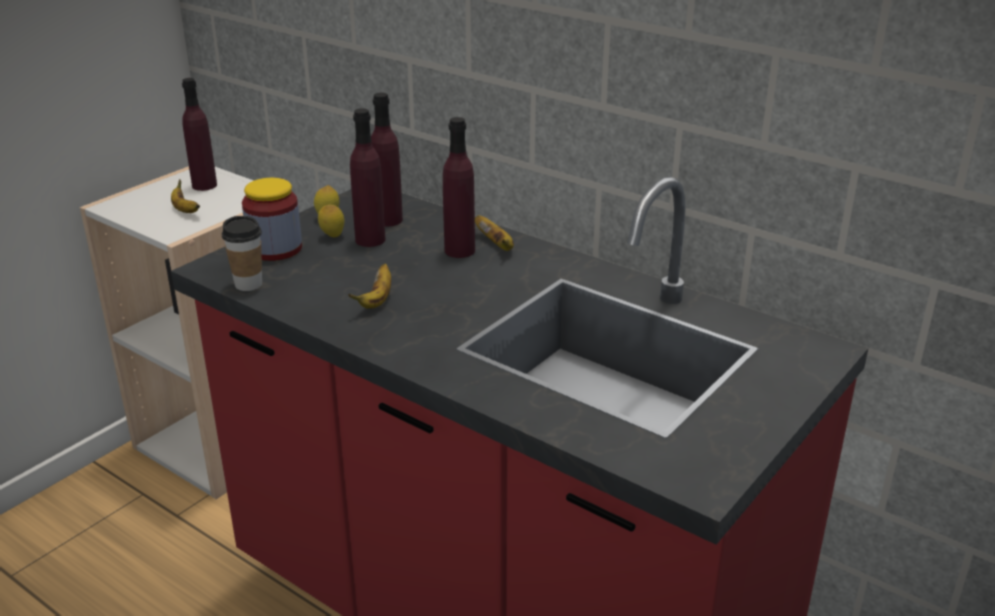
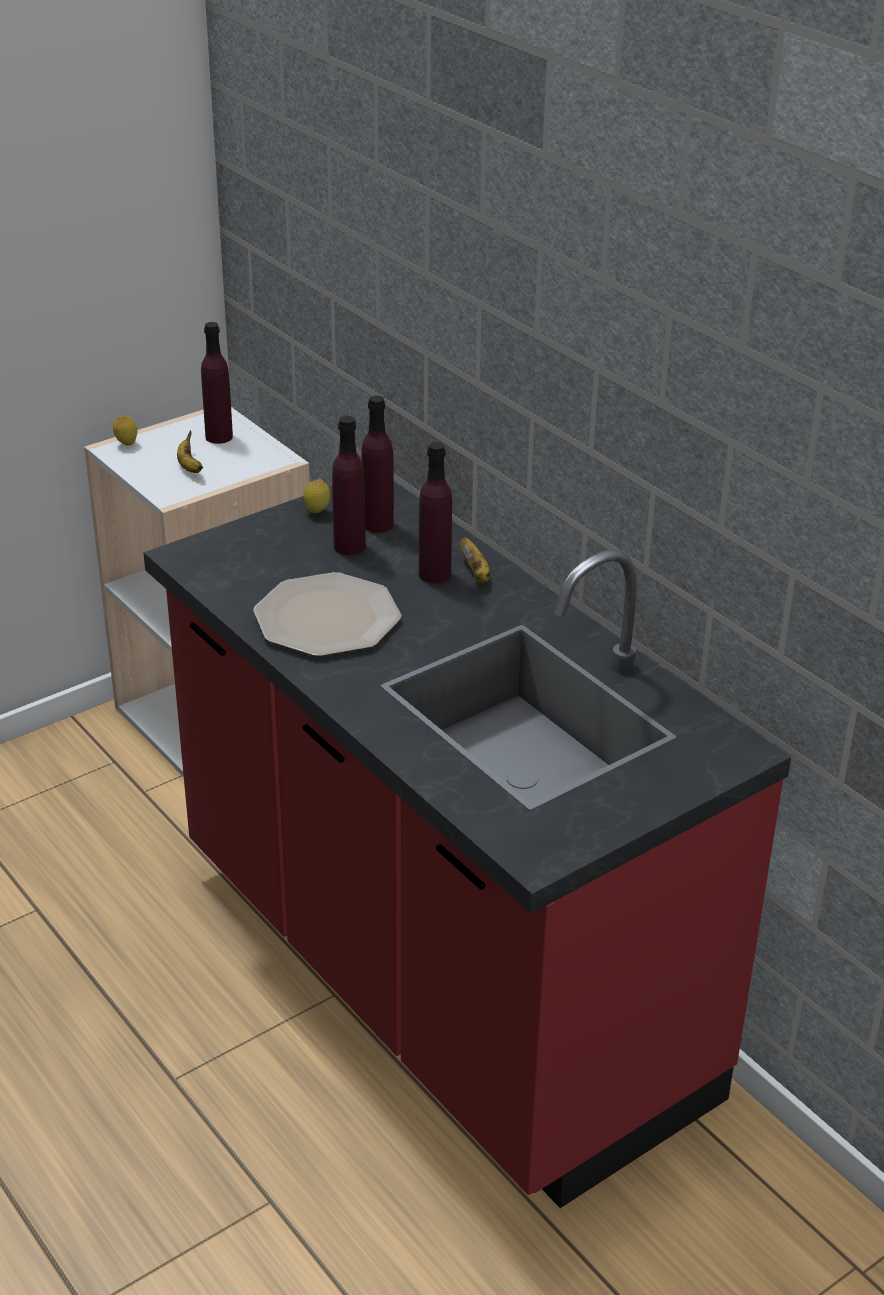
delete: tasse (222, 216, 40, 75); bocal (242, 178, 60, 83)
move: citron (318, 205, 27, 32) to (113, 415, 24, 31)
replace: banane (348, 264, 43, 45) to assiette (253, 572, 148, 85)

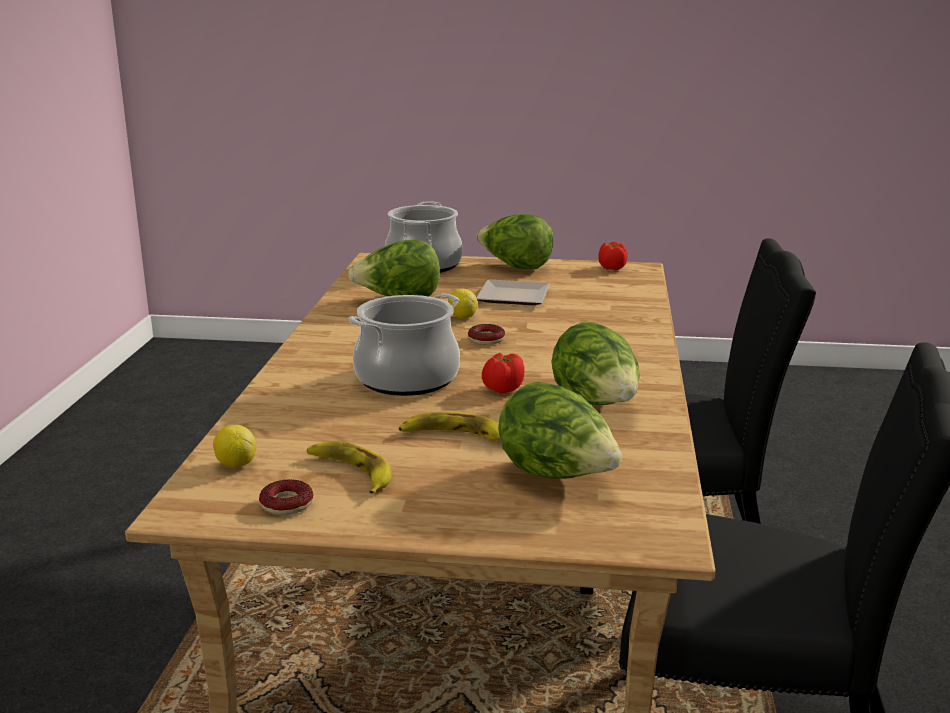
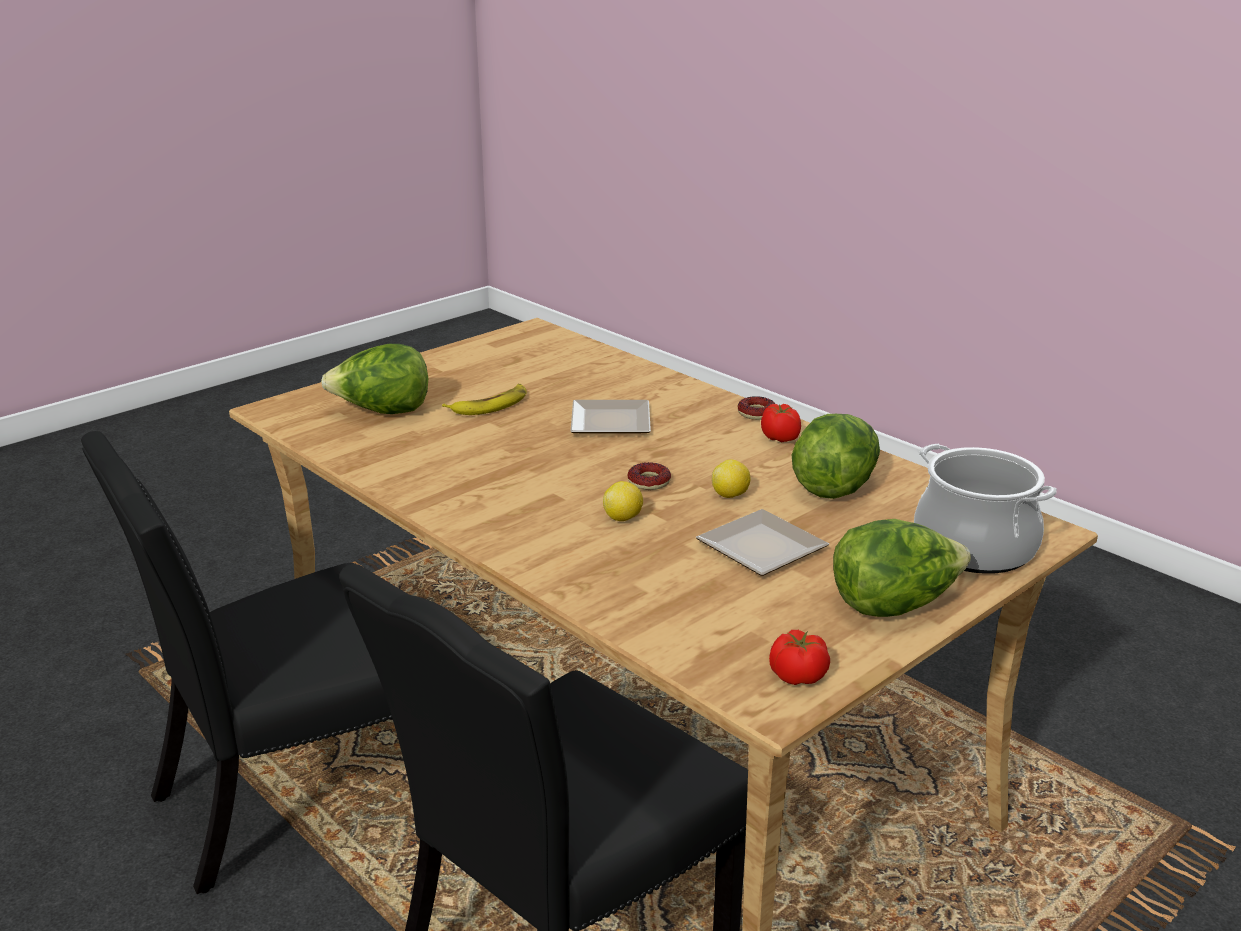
delete: banane (307, 441, 85, 53); laitue (551, 322, 88, 83)
move: citron (213, 425, 43, 43) to (603, 481, 40, 40); beignet (259, 479, 54, 36) to (738, 396, 37, 24); tomate (482, 353, 43, 40) to (761, 404, 40, 38)
replace: marmite (348, 293, 112, 103) to assiette (570, 400, 81, 34)

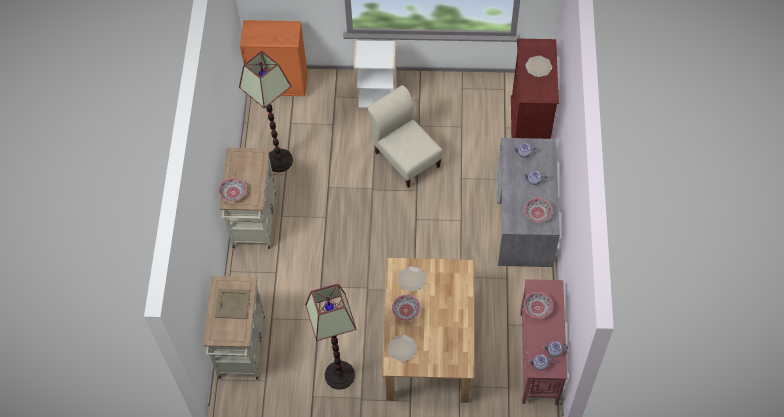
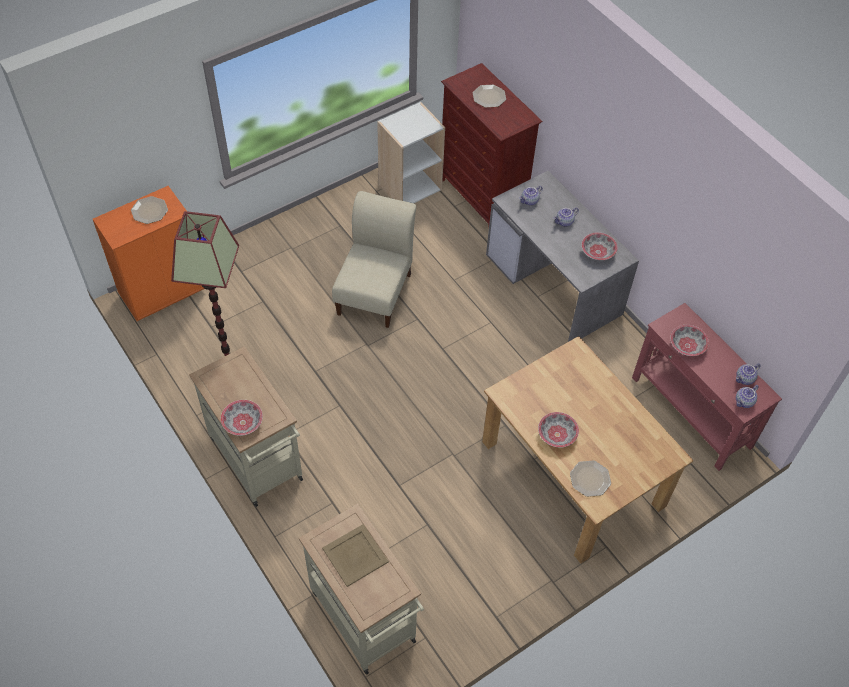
delete: lampadaire (305, 284, 52, 106)
move: assiette (398, 266, 28, 26) to (131, 196, 37, 28); bibliothèque (blanc) (354, 41, 43, 67) to (377, 102, 68, 101)
rotate: chaise (beige) (367, 85, 76, 103) = (332, 191, 84, 137) 90 degrees clockwise

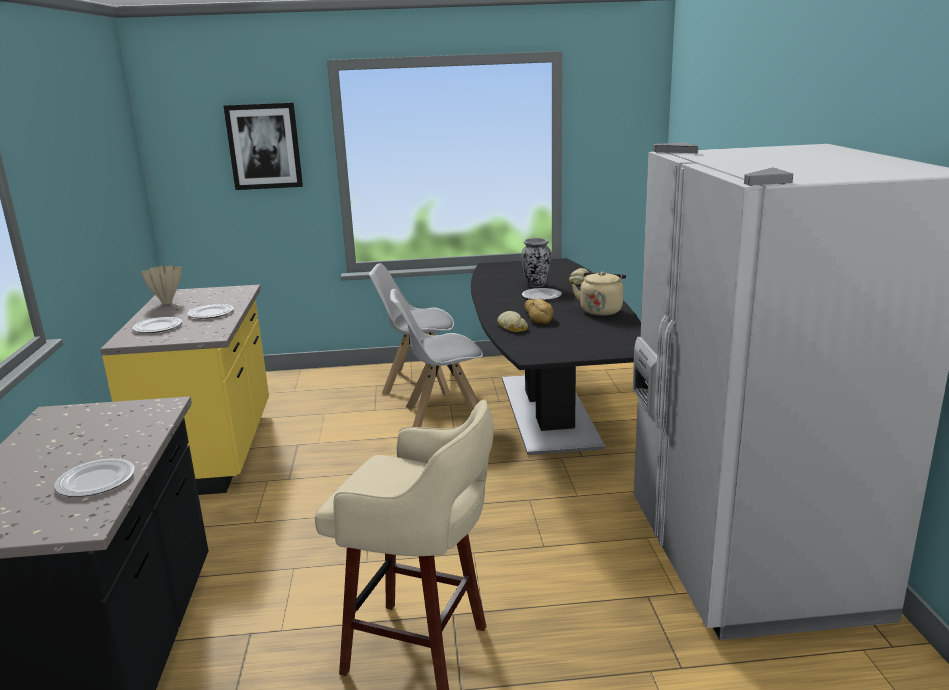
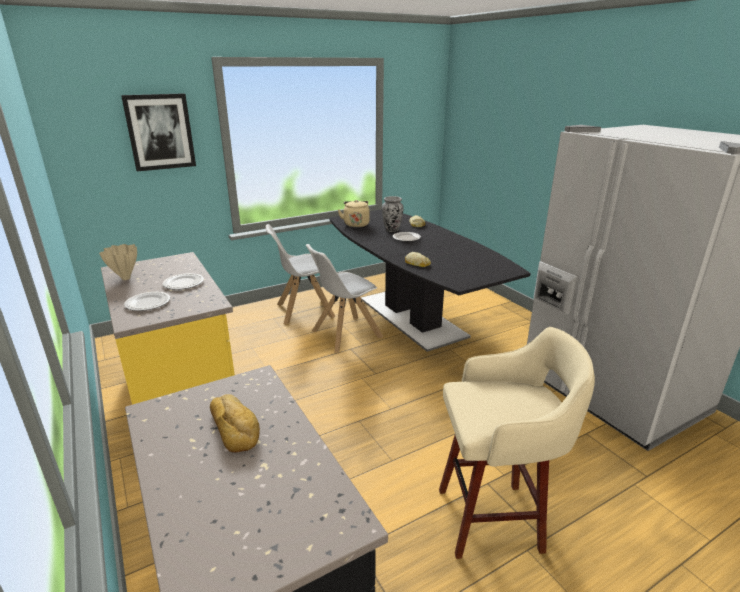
delete: assiette (54, 459, 81, 38)
move: pain (525, 298, 29, 26) to (210, 394, 50, 59); bouilloire (beige) (572, 272, 54, 44) to (338, 200, 32, 27)

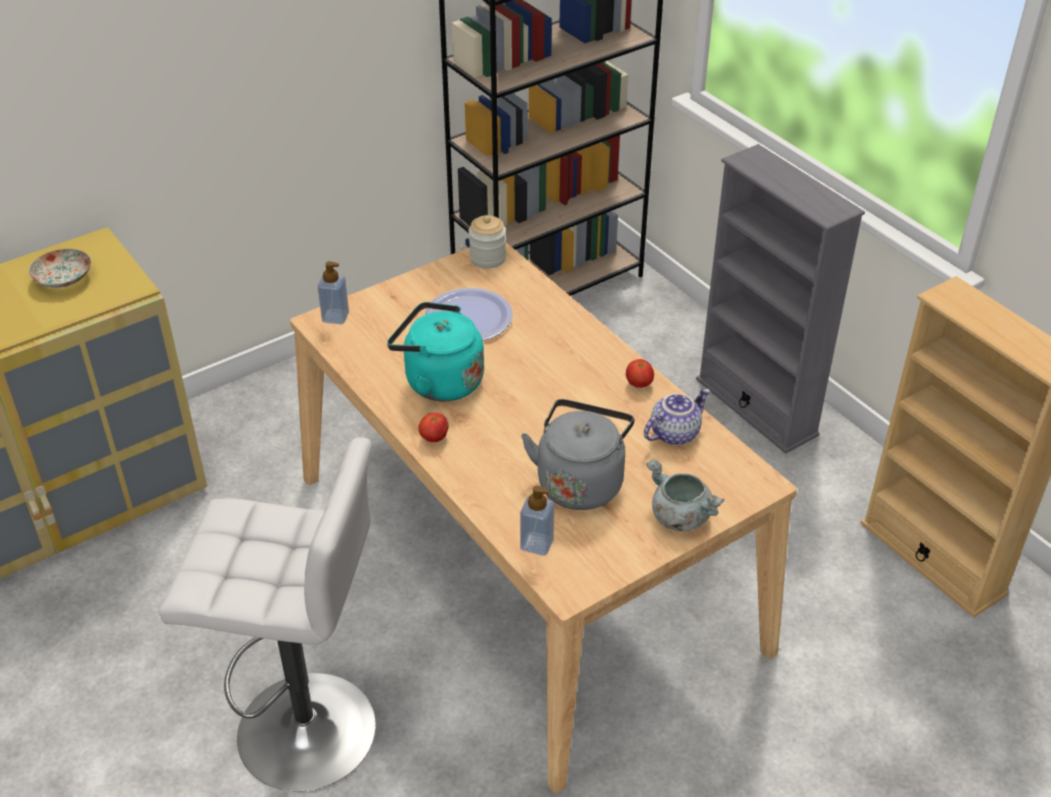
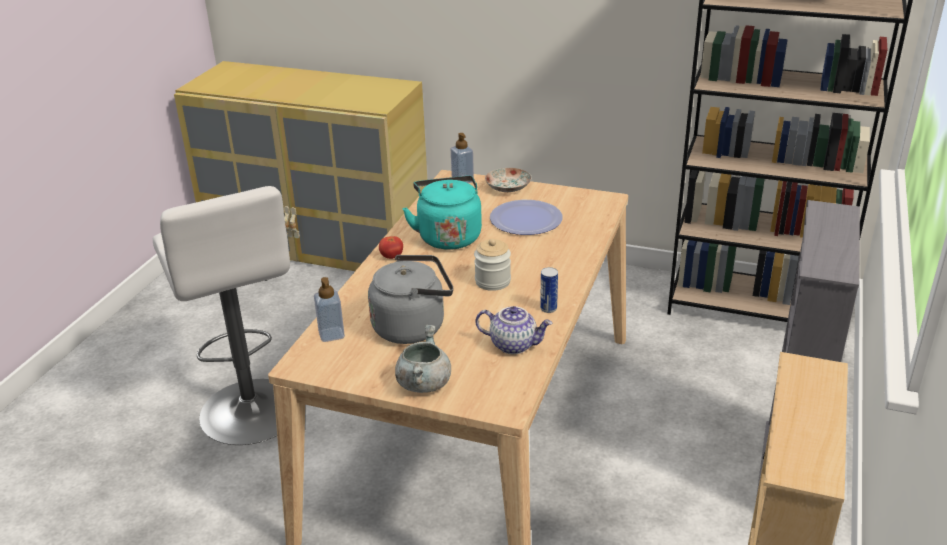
move: bocal (468, 215, 38, 54) to (474, 239, 37, 52); assiette (29, 249, 62, 39) to (485, 168, 46, 24)
replace: tomate (626, 359, 28, 29) to boîte métallique (540, 267, 18, 46)

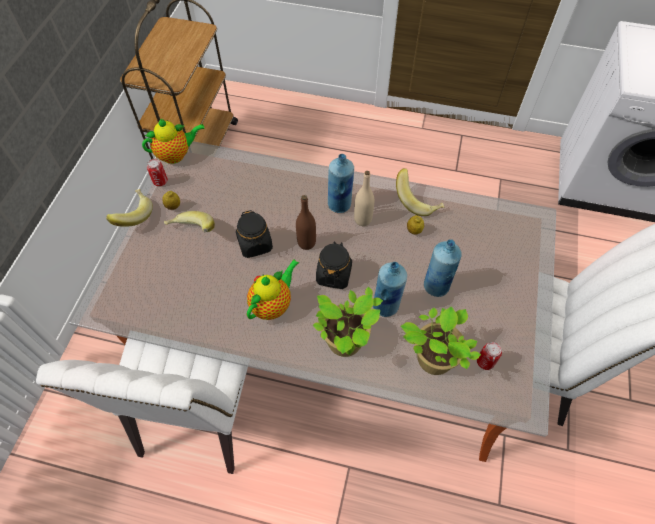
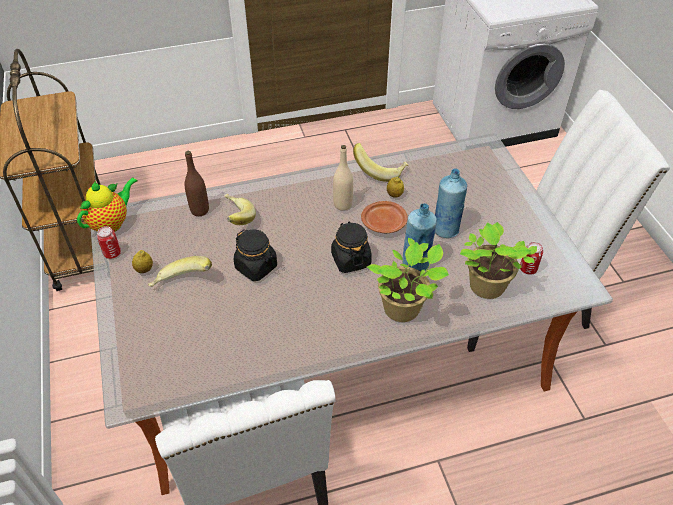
delete: théière (247, 259, 52, 61); bouteille (bleu) (328, 154, 26, 59)
insert: assiette (marron) (361, 201, 47, 32)
move: bouteille (marron) (296, 195, 20, 55) to (185, 151, 24, 65); banane (106, 189, 47, 38) to (224, 194, 32, 31)

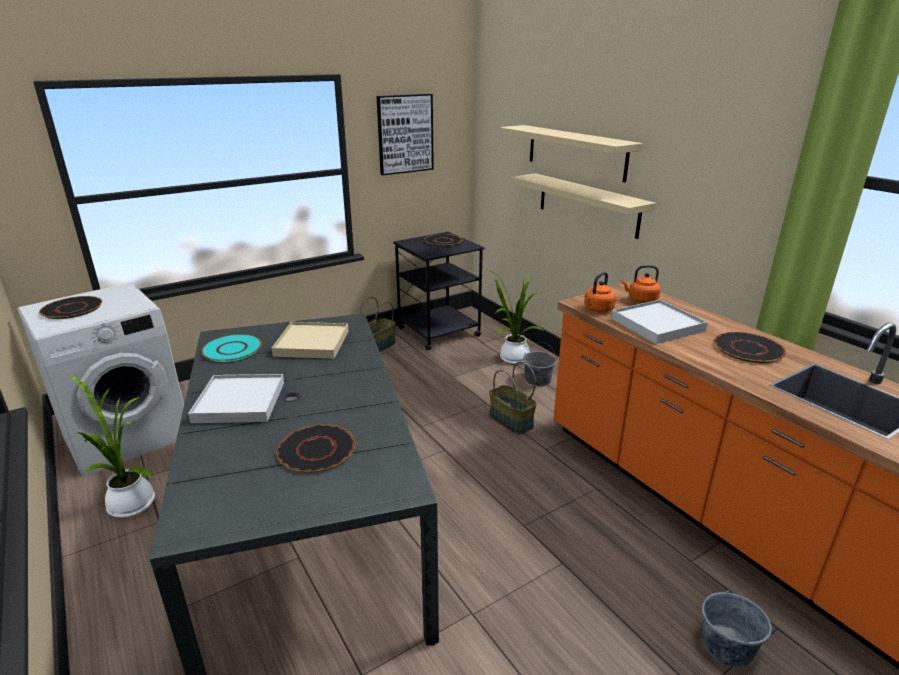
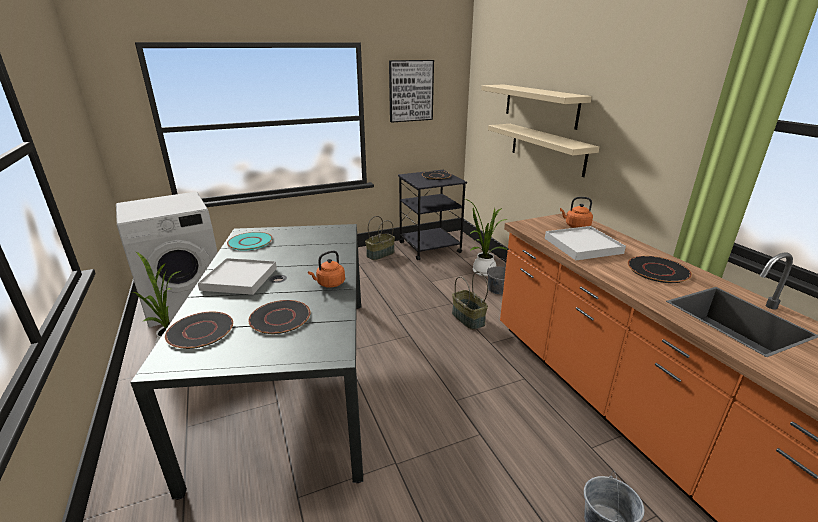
delete: plateau (beige) (272, 322, 77, 37)
move: assiette (noir) (39, 296, 63, 23) to (165, 312, 68, 37); bouilloire (orange) (584, 272, 32, 40) to (308, 250, 37, 38)

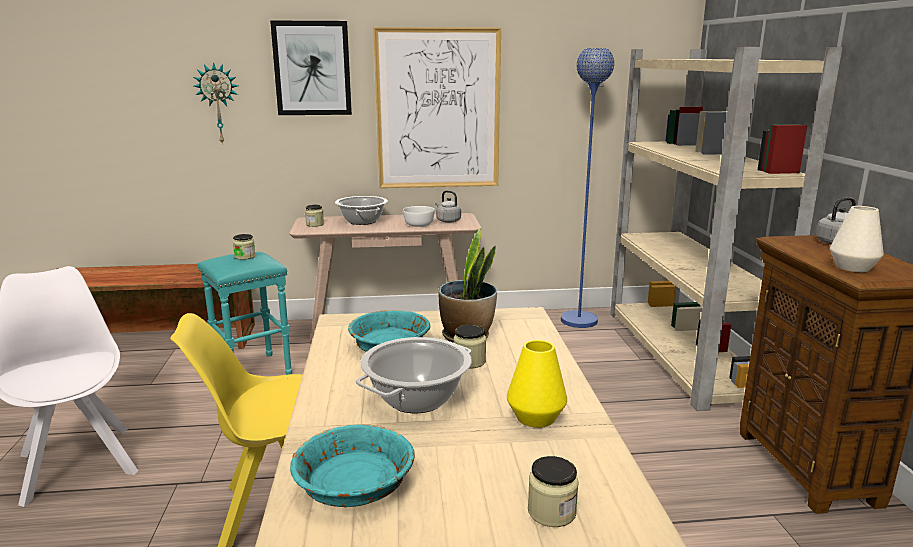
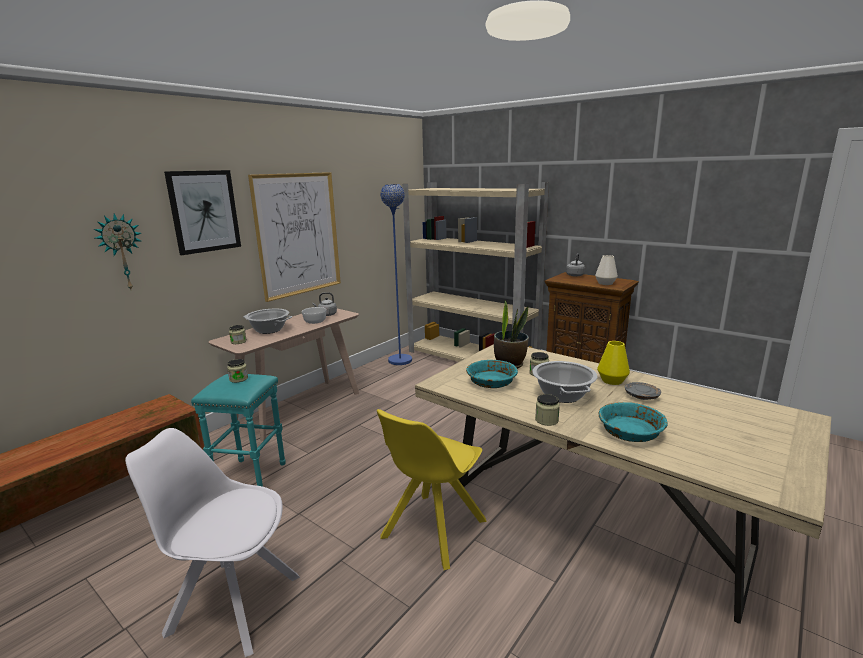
insert: assiette (gris) (625, 382, 36, 18)
move: bocal (528, 456, 51, 71) to (535, 394, 25, 32)

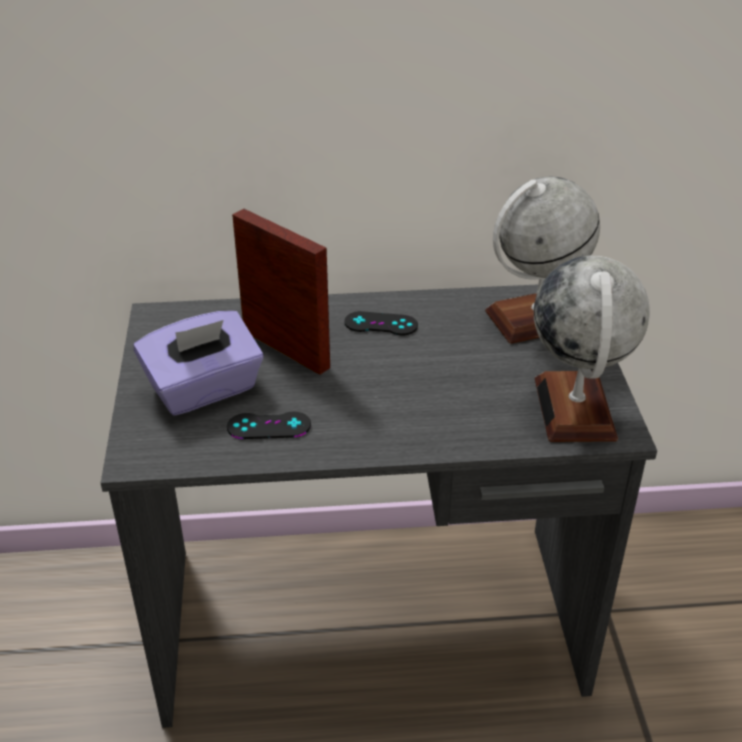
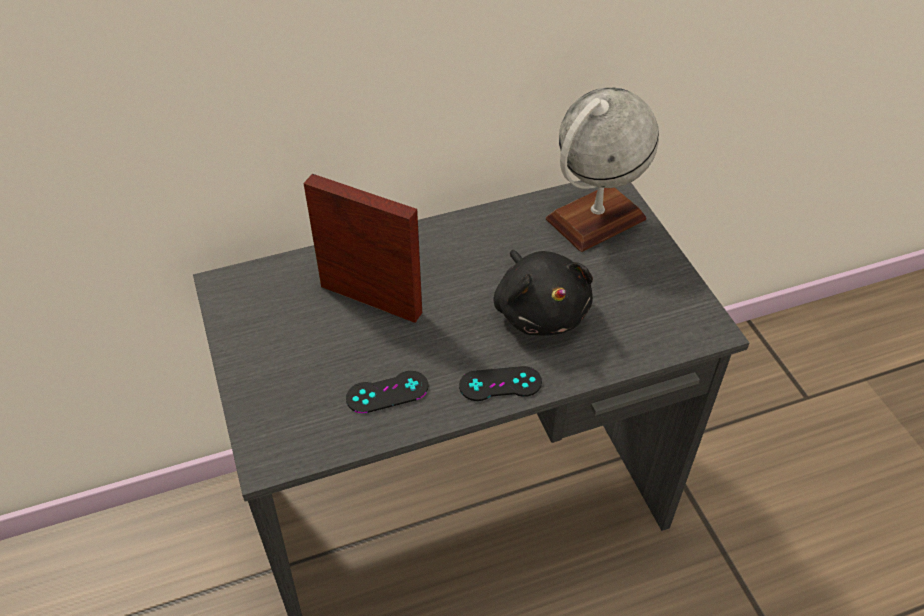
delete: boîte à mouchoirs (violet) (134, 311, 129, 104); globe (534, 255, 116, 187)
insert: peluche (noir) (494, 250, 99, 86)
move: manette (noir) (344, 311, 74, 24) to (459, 366, 83, 35)

